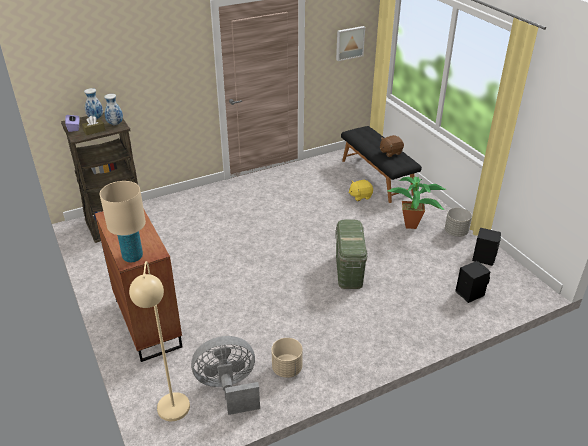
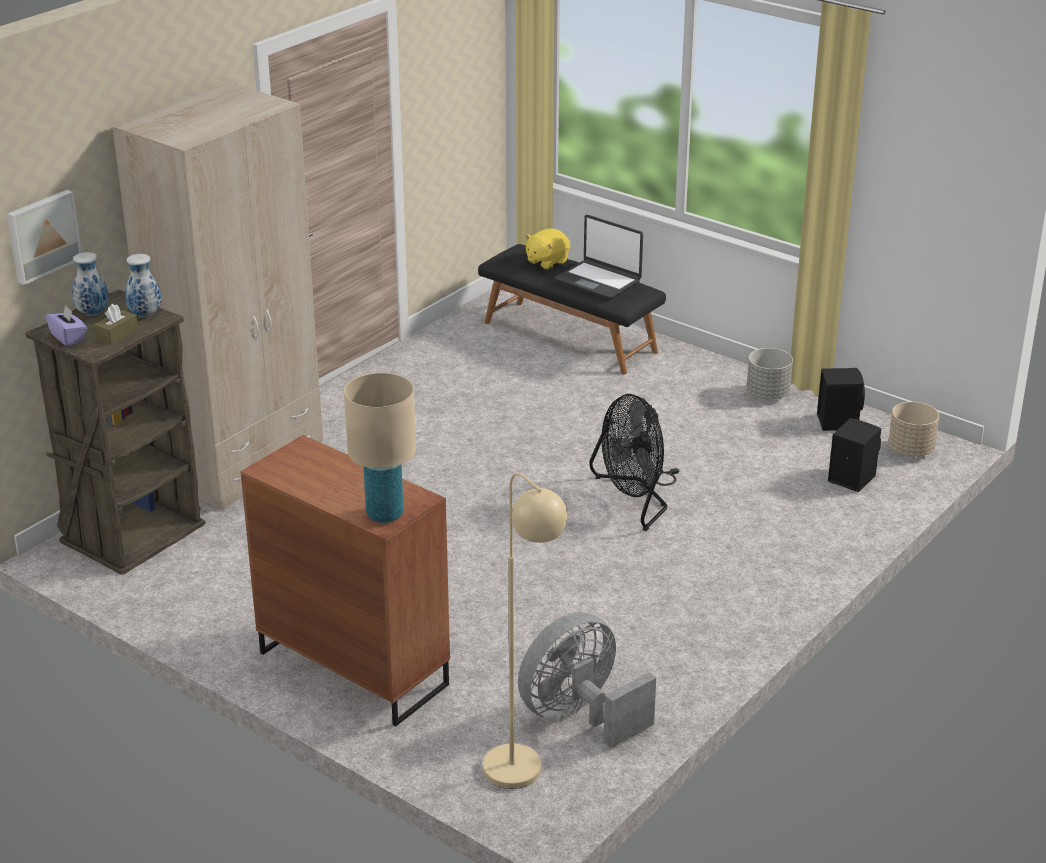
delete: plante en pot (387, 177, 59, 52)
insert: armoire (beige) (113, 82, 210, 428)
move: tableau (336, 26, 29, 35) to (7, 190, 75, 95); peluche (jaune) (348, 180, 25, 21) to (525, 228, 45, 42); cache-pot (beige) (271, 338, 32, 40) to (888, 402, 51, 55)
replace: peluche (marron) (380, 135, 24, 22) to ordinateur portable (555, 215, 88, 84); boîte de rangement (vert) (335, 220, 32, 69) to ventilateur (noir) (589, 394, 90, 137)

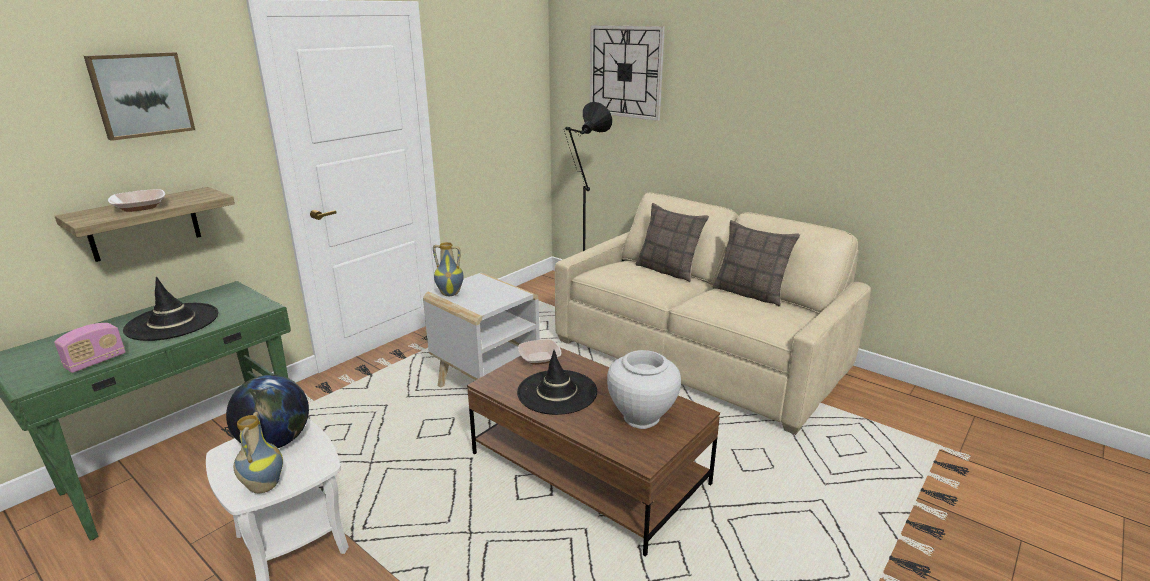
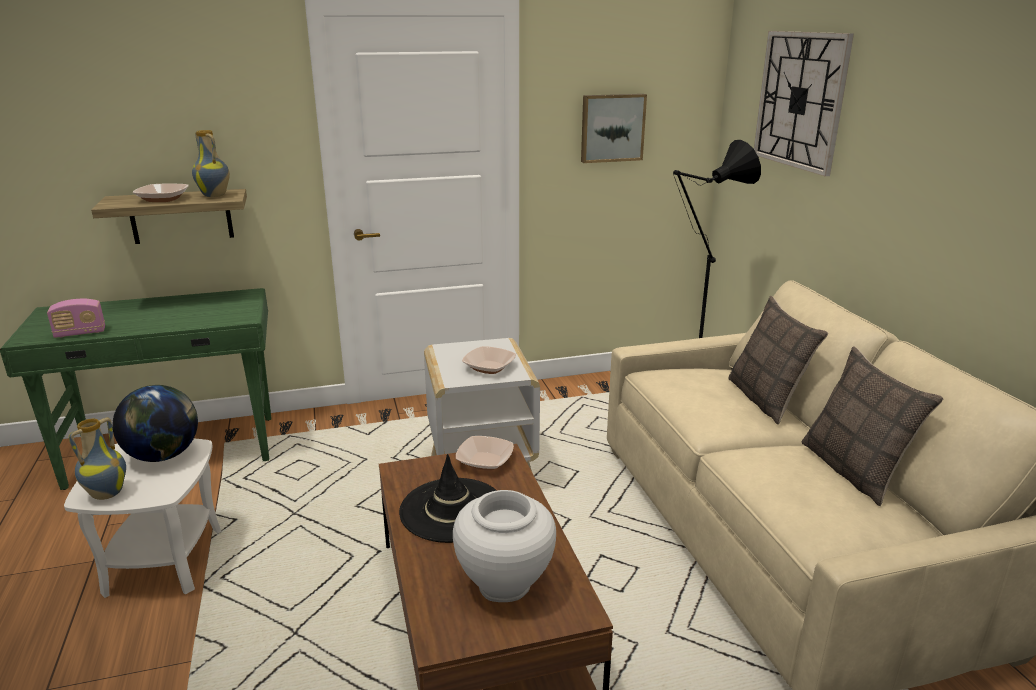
delete: chapeau (noir) (123, 277, 95, 64)
insert: bol (462, 346, 54, 28)
move: vase (433, 242, 31, 54) to (192, 130, 38, 67); tableau (84, 52, 111, 89) to (581, 94, 66, 69)

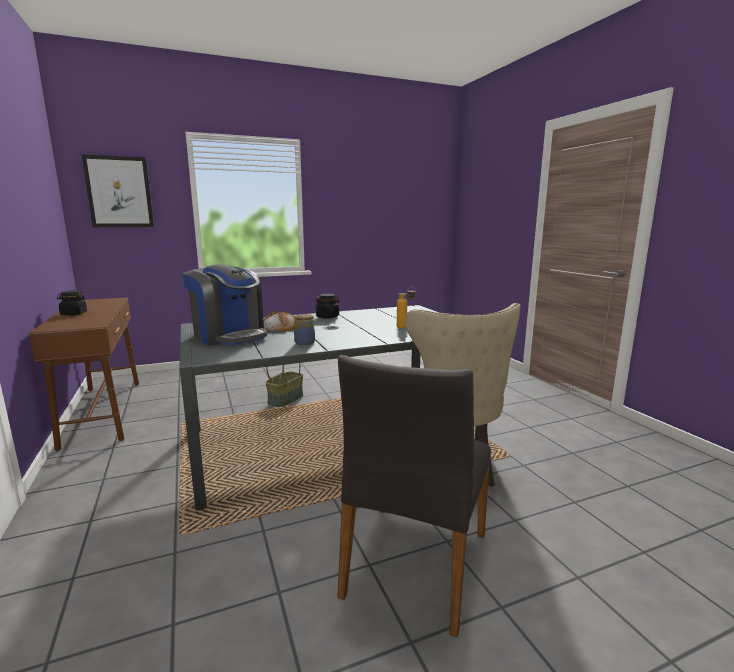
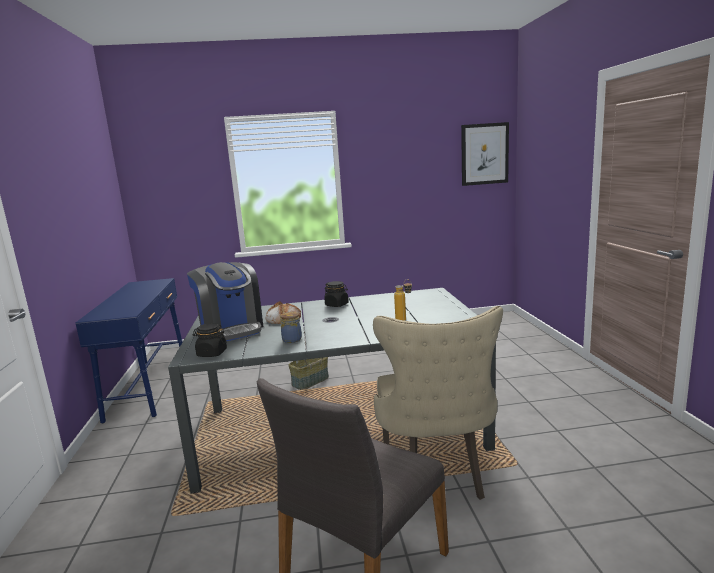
move: bocal (noir) (57, 291, 30, 24) to (193, 323, 34, 34); tableau (81, 154, 73, 73) to (461, 122, 48, 64)
recolor: table console (marron) (29, 297, 110, 154) to table console (bleu) (76, 278, 107, 145)

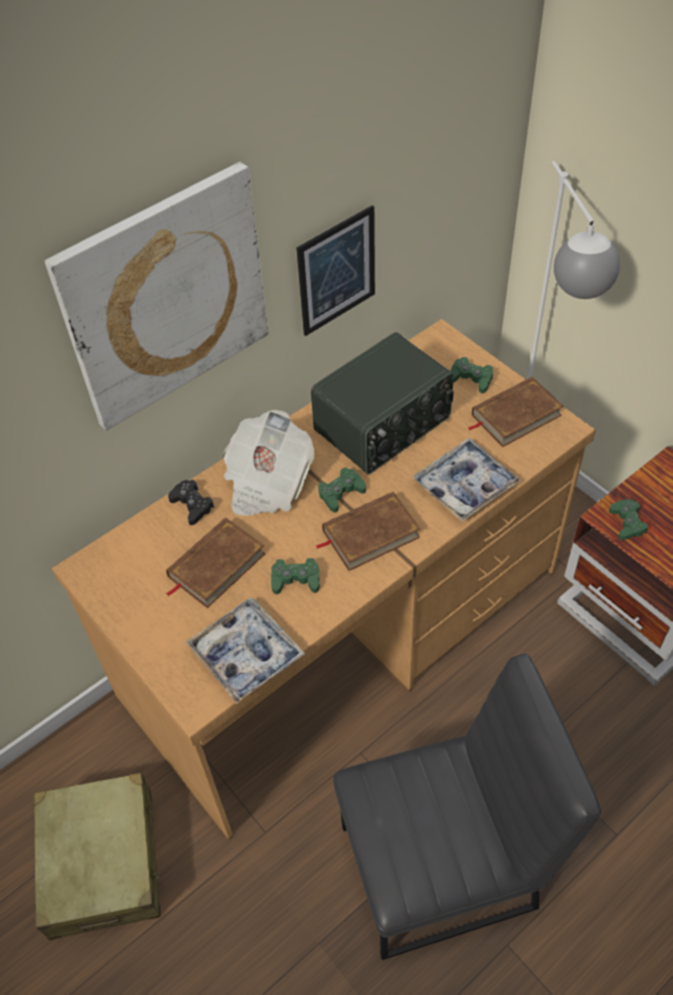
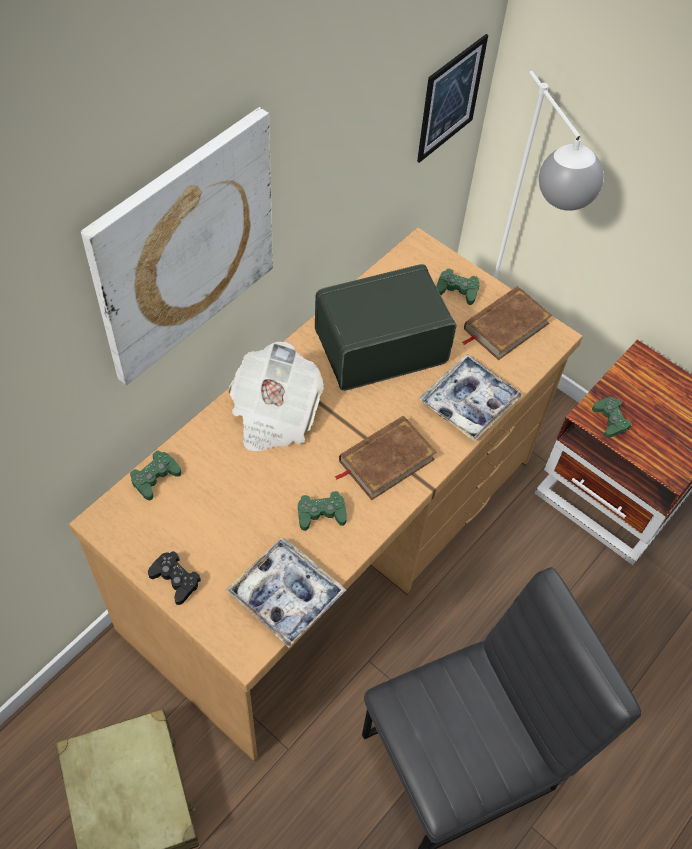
delete: livre (marron) (166, 517, 99, 91)
move: manette (vert) (318, 468, 48, 44) to (130, 450, 51, 50); manette (noir) (168, 480, 46, 45) to (148, 551, 53, 54); tableau (296, 205, 79, 131) to (417, 34, 71, 129)
rotate: radio (311, 332, 143, 142) = (315, 264, 141, 127) 150 degrees counterclockwise

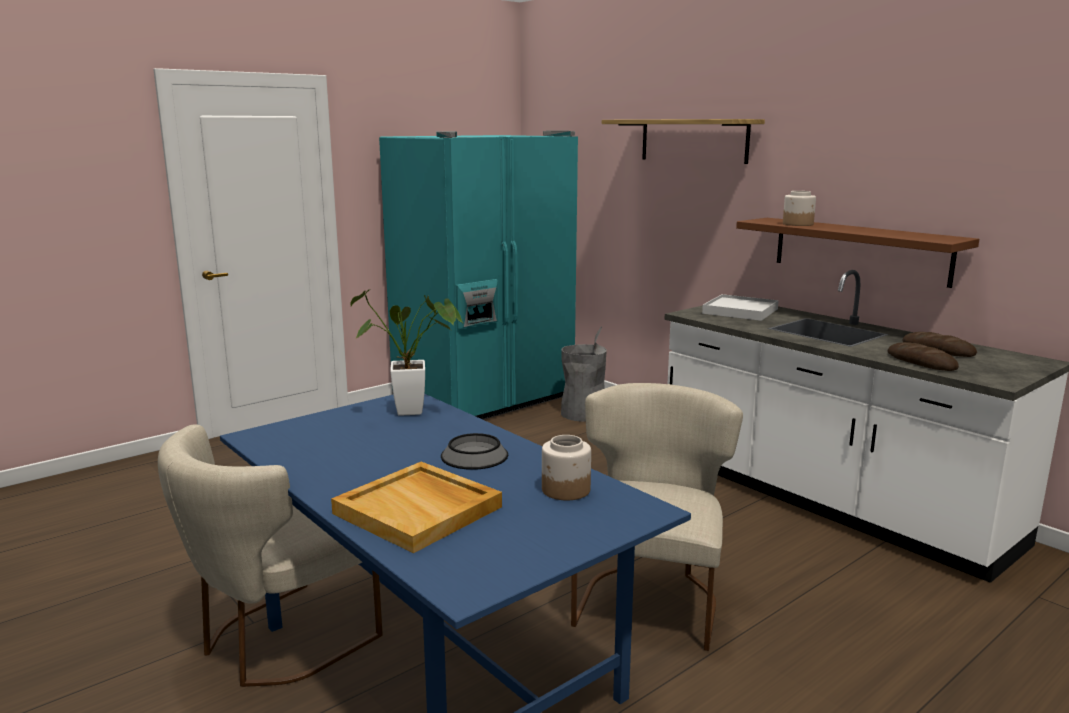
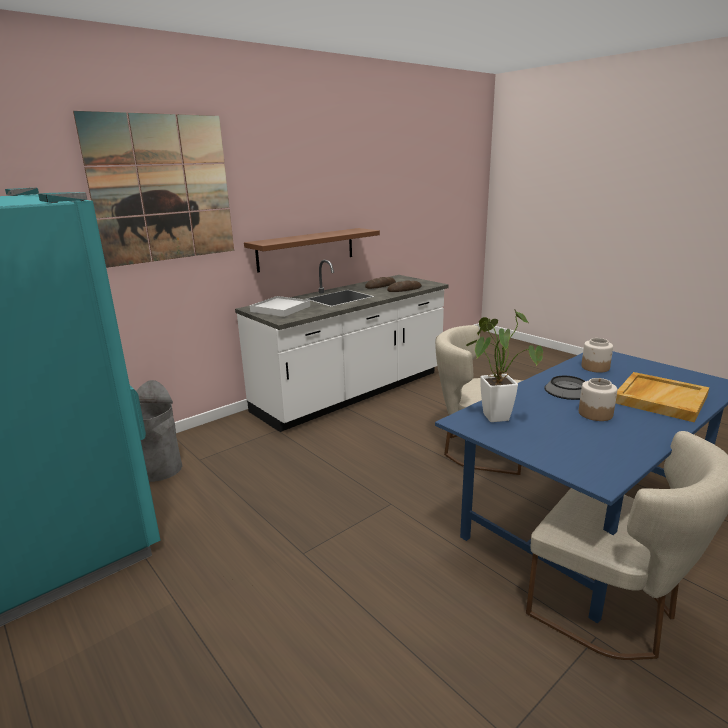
move: bocal (783, 191, 33, 35) to (579, 378, 38, 43)
replace: étagère (602, 119, 163, 45) to tableau (73, 111, 161, 157)

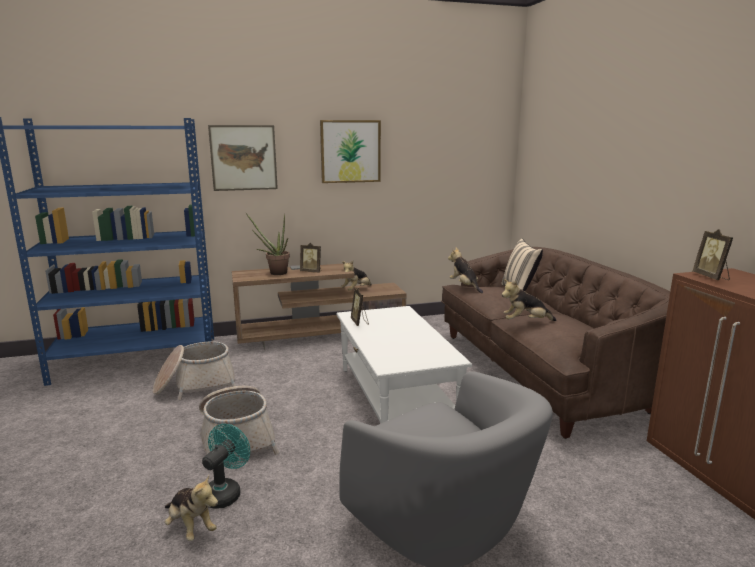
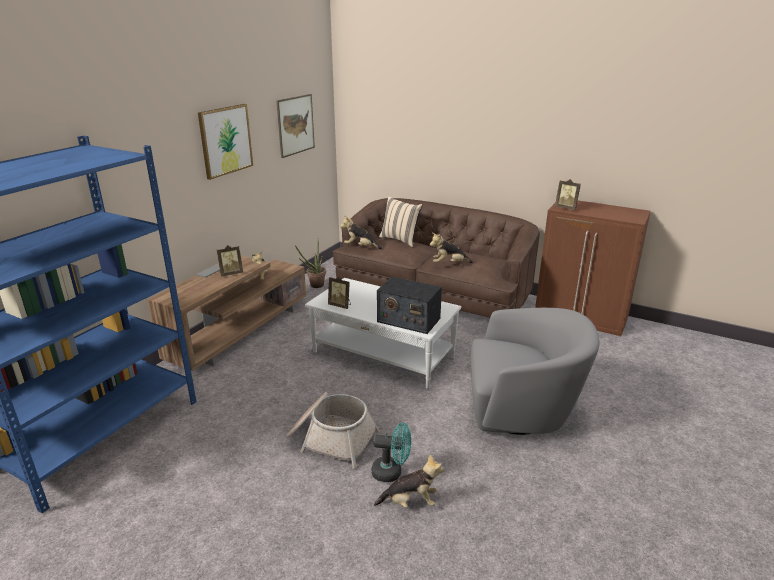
delete: panier (153, 341, 83, 59)
insert: radio (377, 277, 65, 57)
move: tableau (208, 125, 70, 66) to (276, 94, 39, 64); plante en pot (246, 213, 44, 62) to (295, 240, 31, 48)
rotate: ventilateur (turquoise) (202, 424, 48, 85) = (371, 423, 40, 59) 120 degrees clockwise; peluche (502, 279, 55, 42) = (430, 233, 43, 30) 45 degrees clockwise

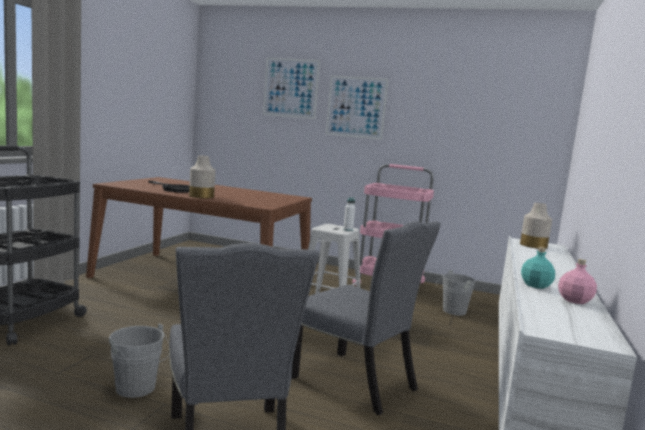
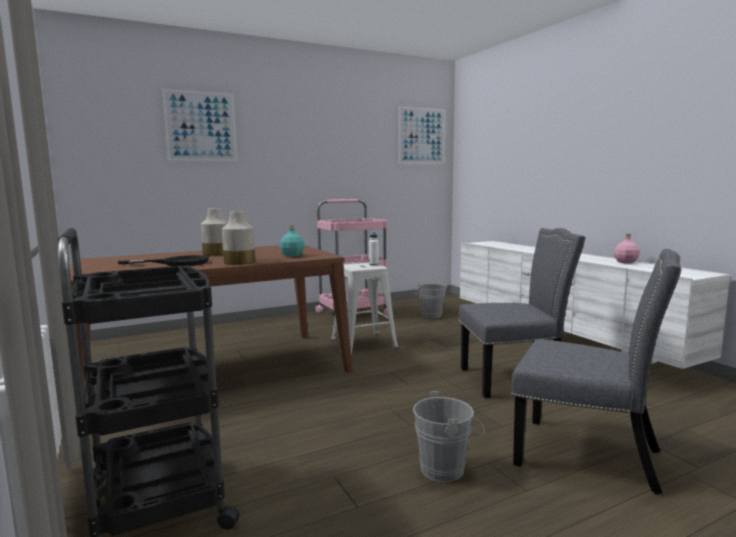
move: vase (beige) (520, 203, 32, 46) to (201, 208, 27, 47); bouteille (turquoise) (521, 247, 34, 42) to (280, 225, 25, 32); tableau (326, 75, 63, 65) to (399, 106, 46, 58)

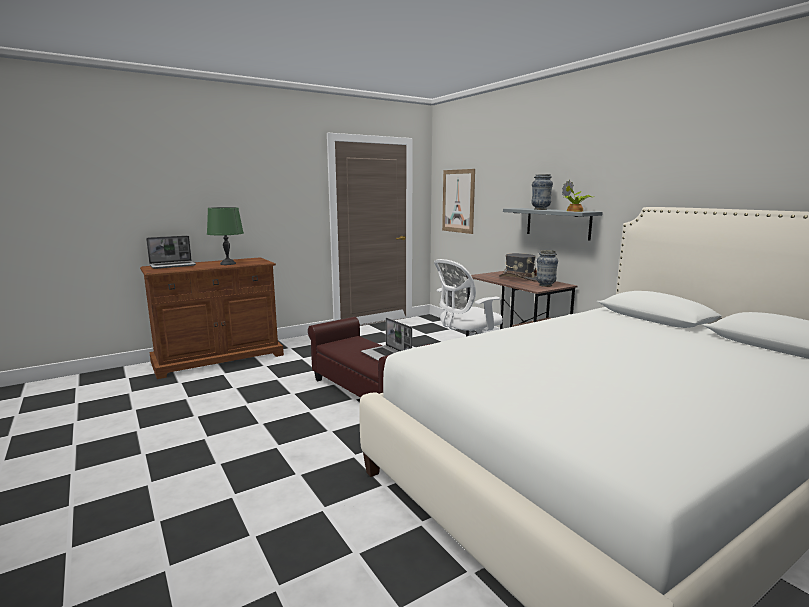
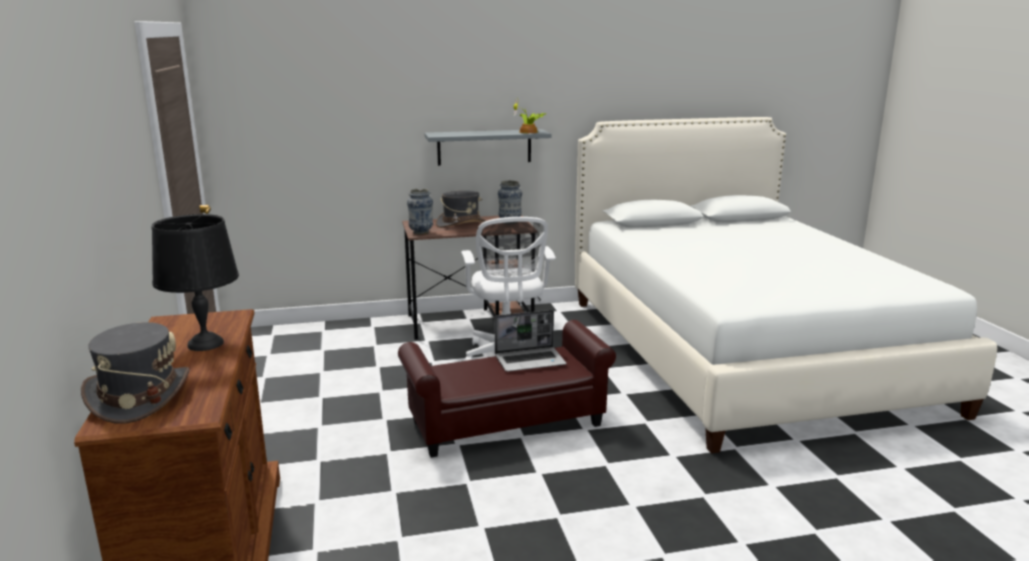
delete: tableau (442, 169, 33, 65)
move: vase (531, 174, 22, 36) to (407, 189, 26, 46)
replace: ordinateur portable (146, 236, 50, 33) to chapeau (gris) (81, 322, 109, 102)
recolor: lampe de table (vert) (207, 207, 37, 58) to lampe de table (noir) (152, 214, 87, 137)

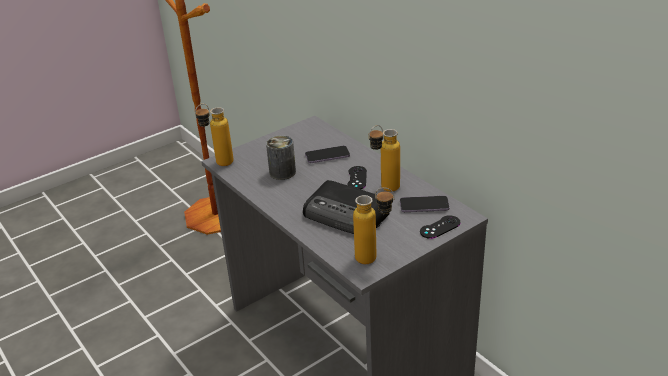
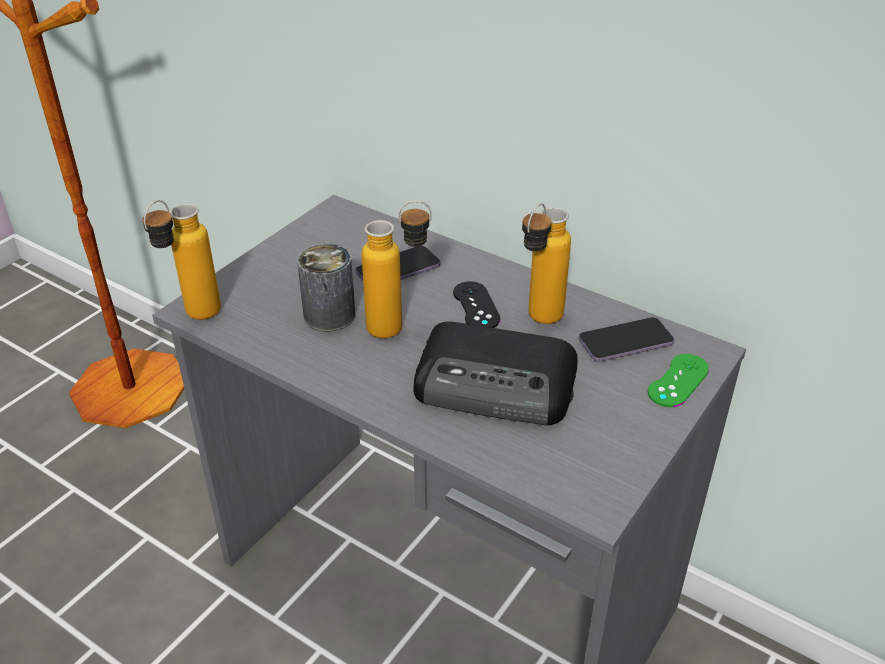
move: bouteille (353, 187, 42, 77) to (362, 201, 70, 137)
recolor: manette (noir) (420, 215, 41, 24) to manette (vert) (648, 354, 61, 53)

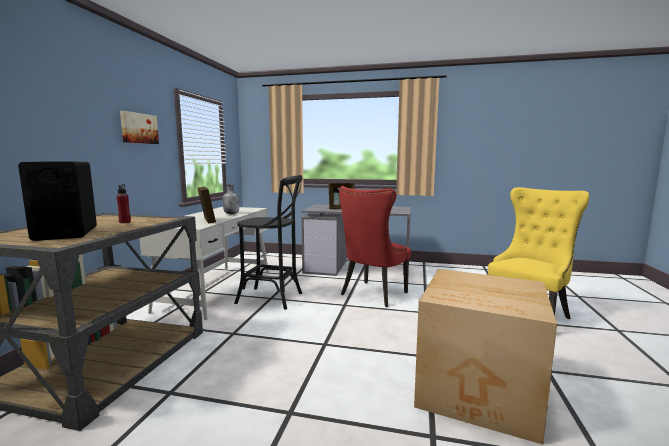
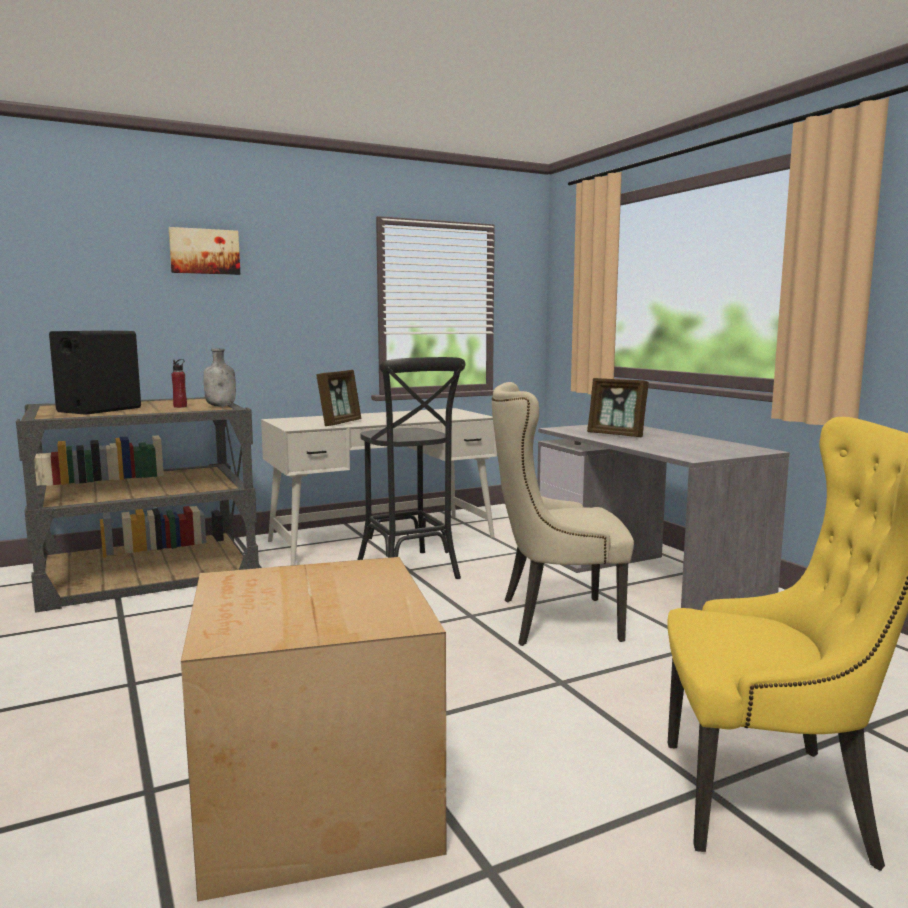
move: tableau (120, 111, 39, 33) to (169, 227, 71, 48); bouteille (gris) (223, 184, 16, 30) to (203, 349, 33, 58)
recolor: chaise (rouge) (339, 186, 72, 121) to chaise (beige) (492, 382, 142, 264)

